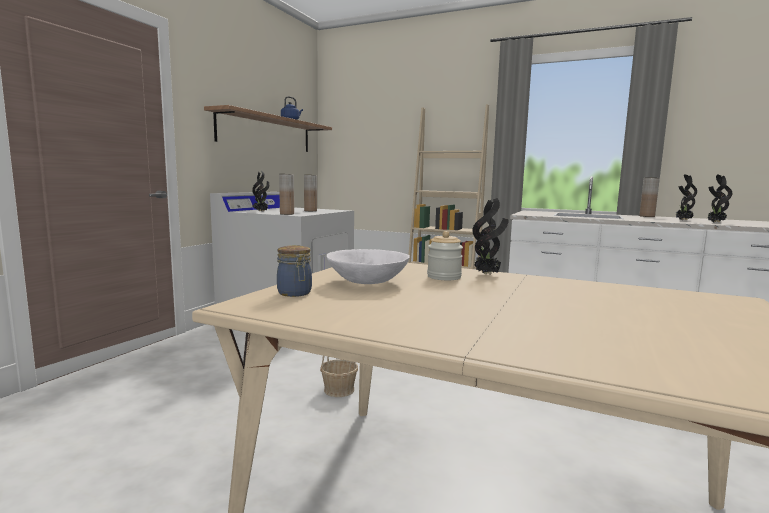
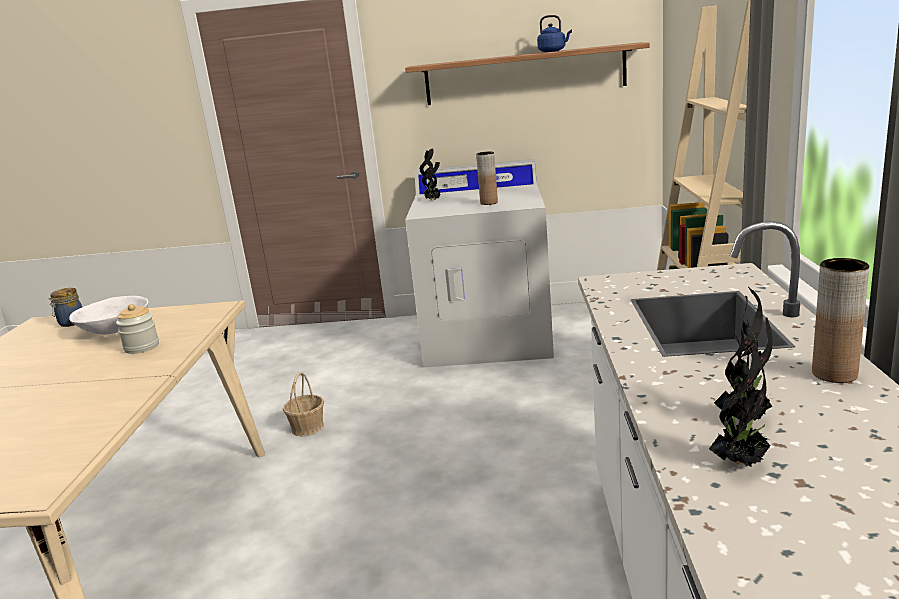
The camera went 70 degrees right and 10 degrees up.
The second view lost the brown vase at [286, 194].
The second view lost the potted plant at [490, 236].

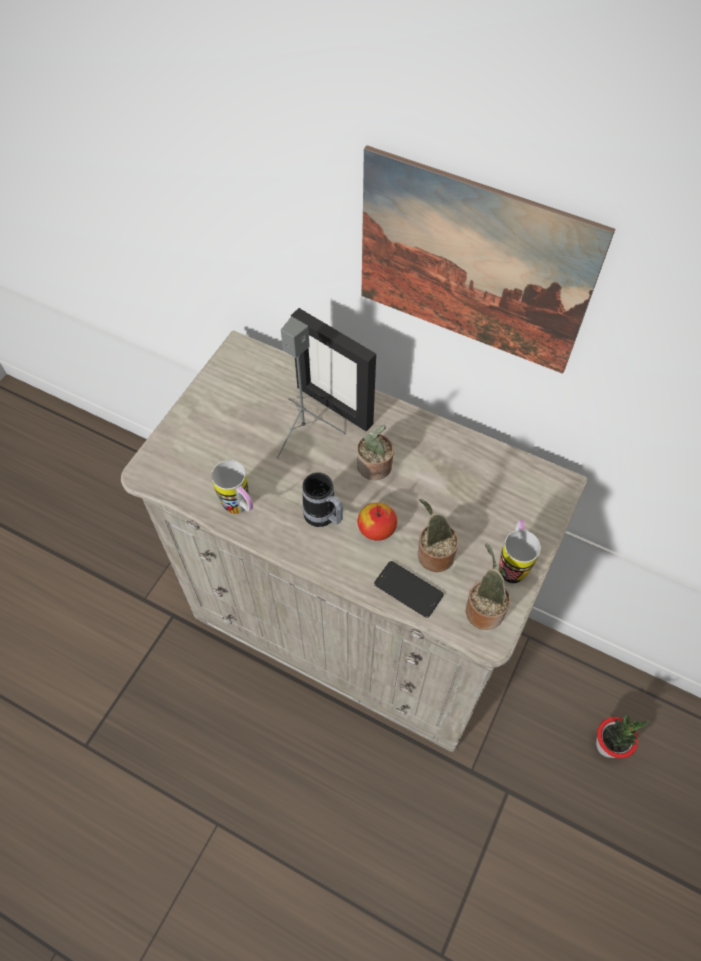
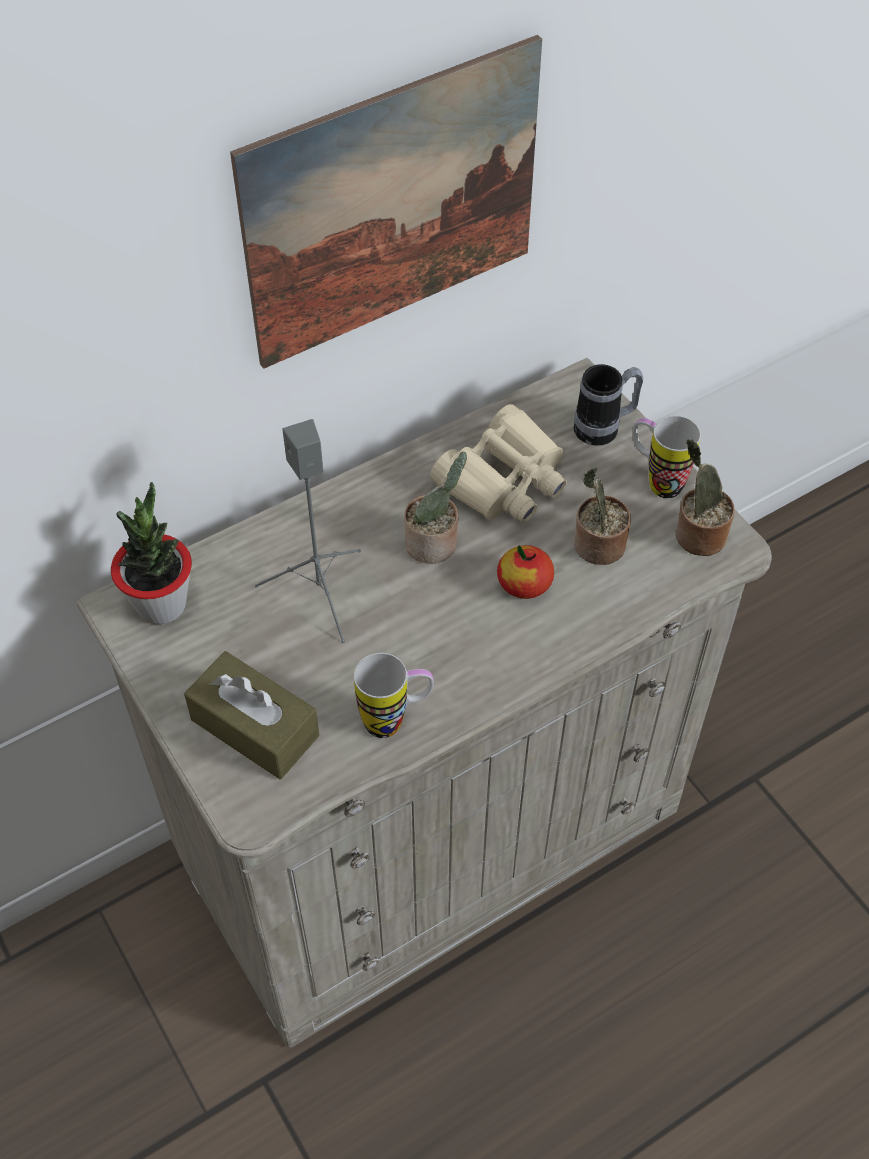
The camera went 60 degrees left and 5 degrees down.
The second view lost the picture frame at [333, 370].
The mug ended up elsewhere, having gone from [322, 500] to [608, 405].
The second view lost the phone at [409, 589].
The potted plant ended up elsewhere, having gone from [622, 735] to [151, 553].
The second view gained the brown tissue box at [252, 715].
The second view gained the beige binoculars at [498, 463].

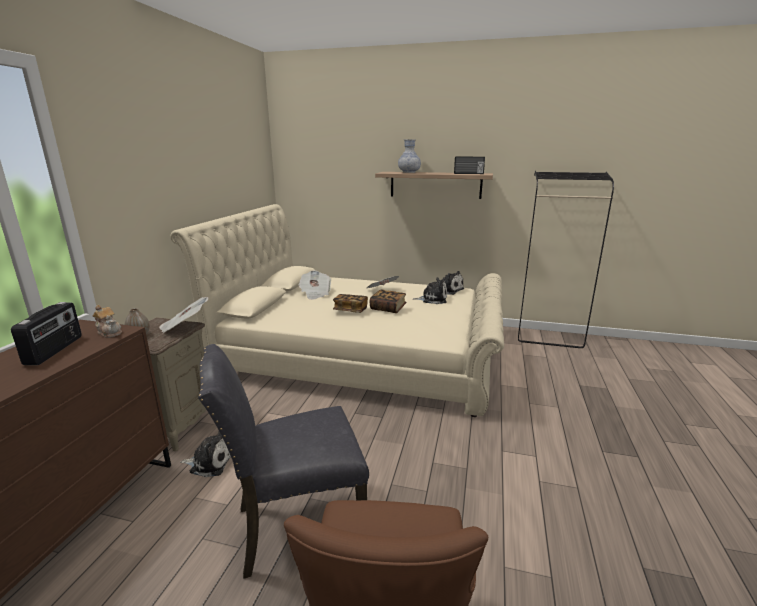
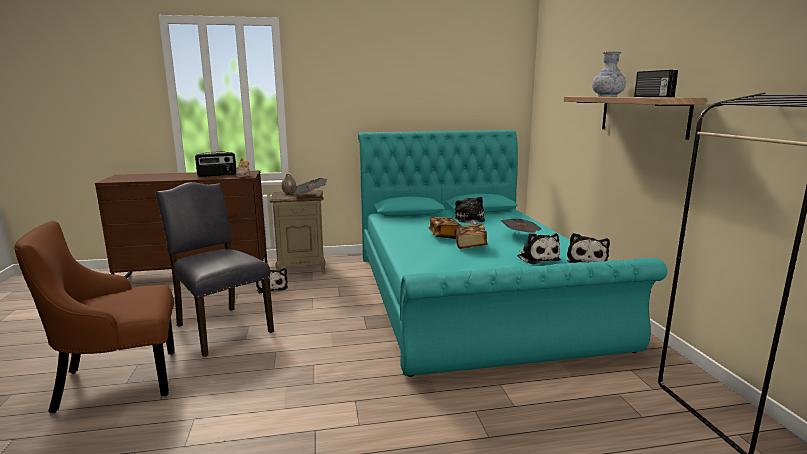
The camera went 65 degrees right and 5 degrees down.
What was the beige bed at [337, 310] turned into the turquoise bed at [513, 253].
Where the newspaper stood at [314, 285], the plush toy came to stand at [470, 211].

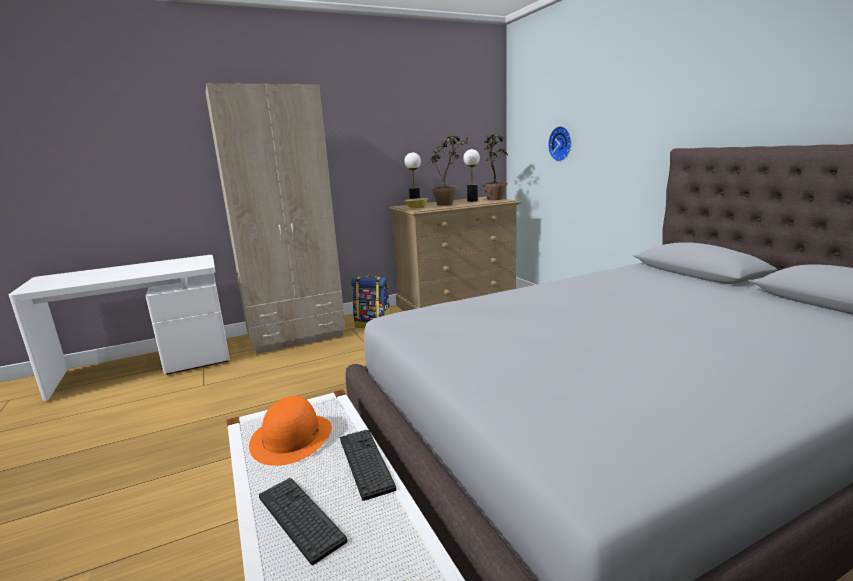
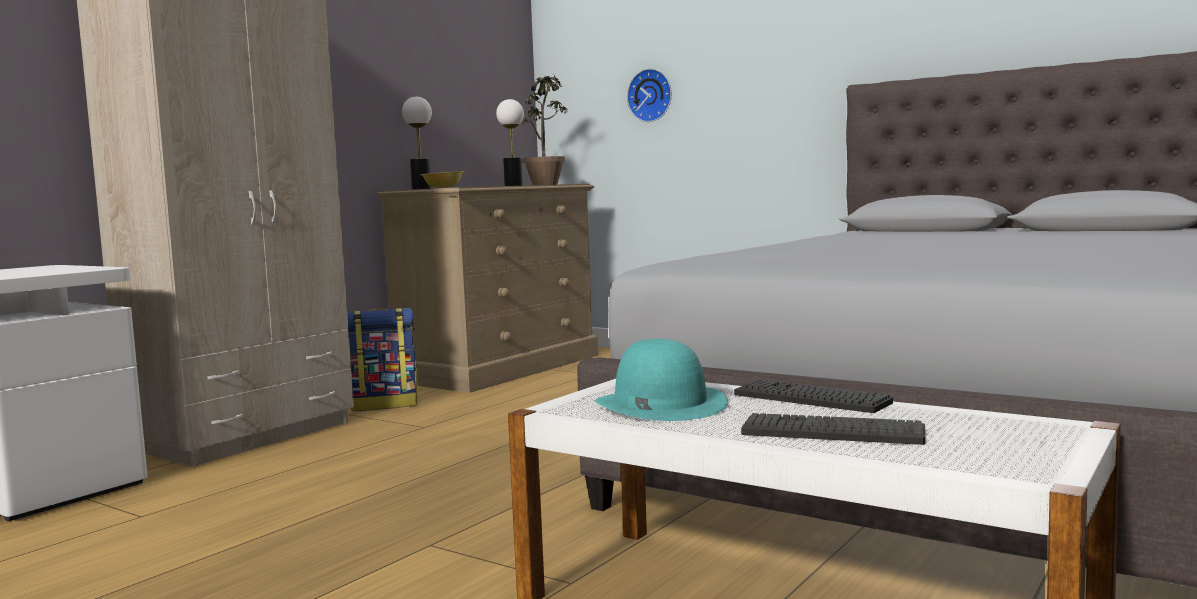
The camera went 30 degrees left and 10 degrees down.
What was the orange hat at [290, 431] turned into the turquoise hat at [661, 380].
The second view lost the potted plant at [447, 170].

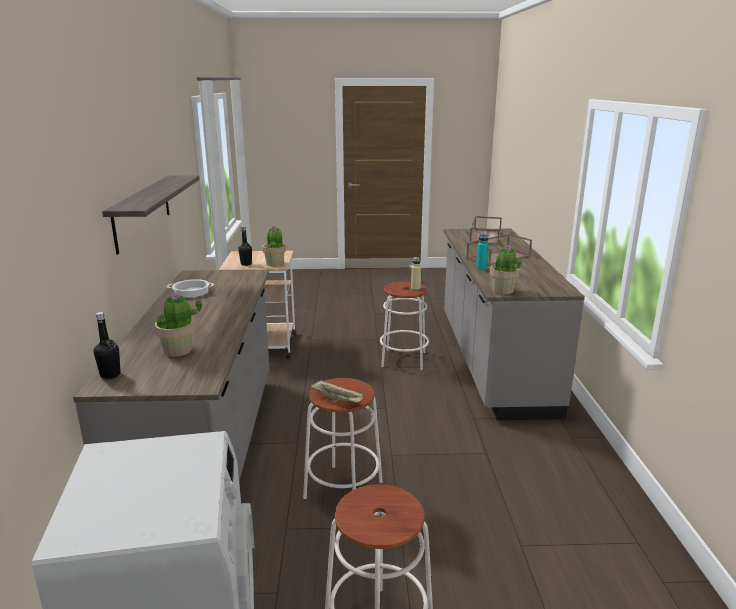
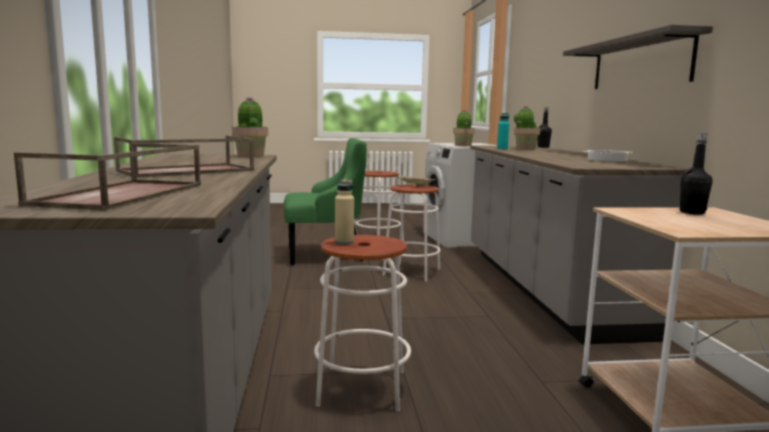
The camera went 175 degrees right and 10 degrees down.
The potted plant ended up elsewhere, having gone from [274, 246] to [464, 128].
The turquoise bottle ended up elsewhere, having gone from [482, 252] to [503, 131].
The second view gained the green chair at [325, 201].

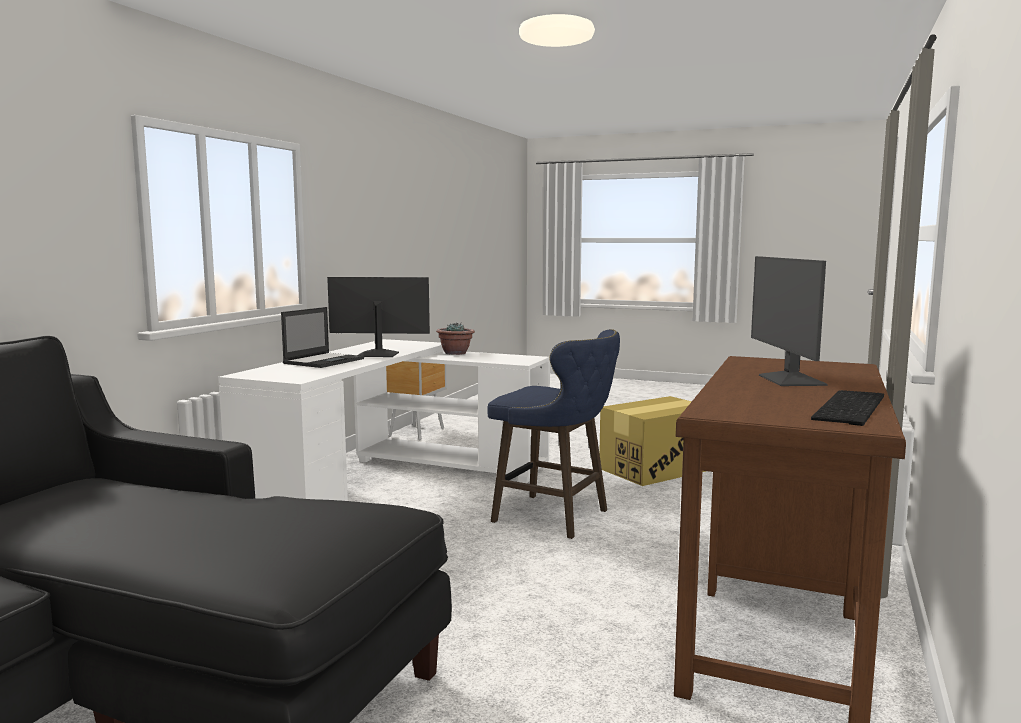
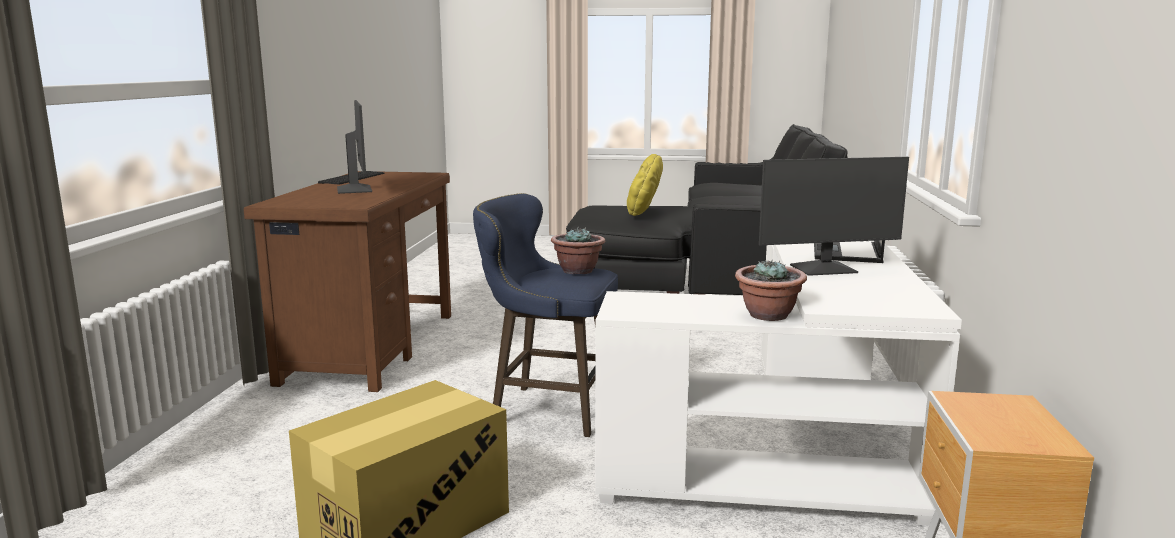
The camera went 165 degrees right and 5 degrees up.
The second view gained the potted plant at [578, 251].
The second view gained the yellow pillow at [645, 185].

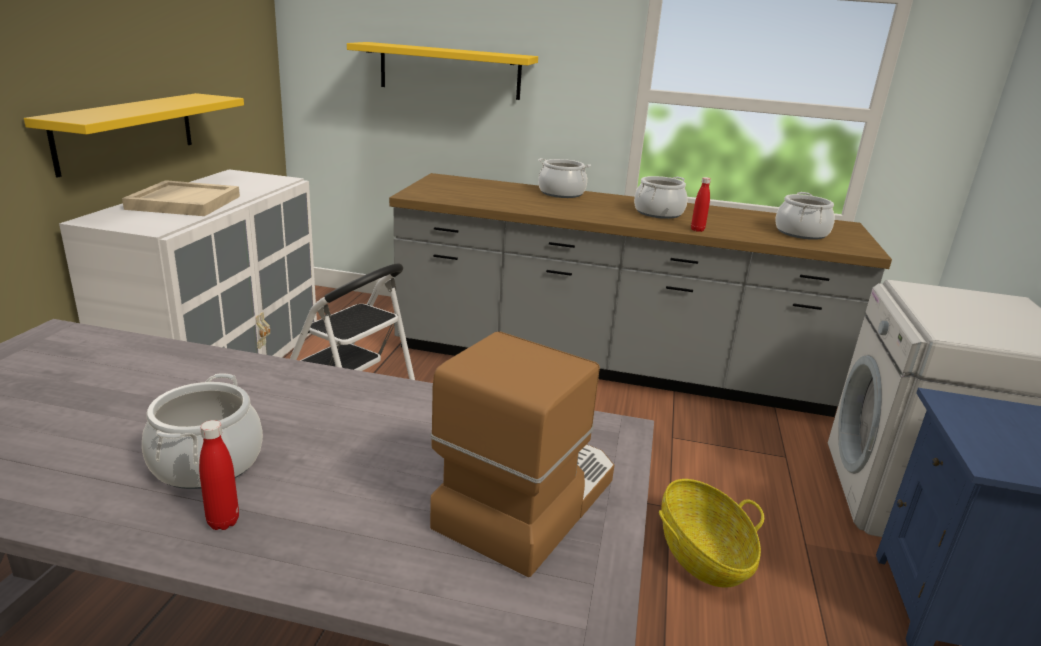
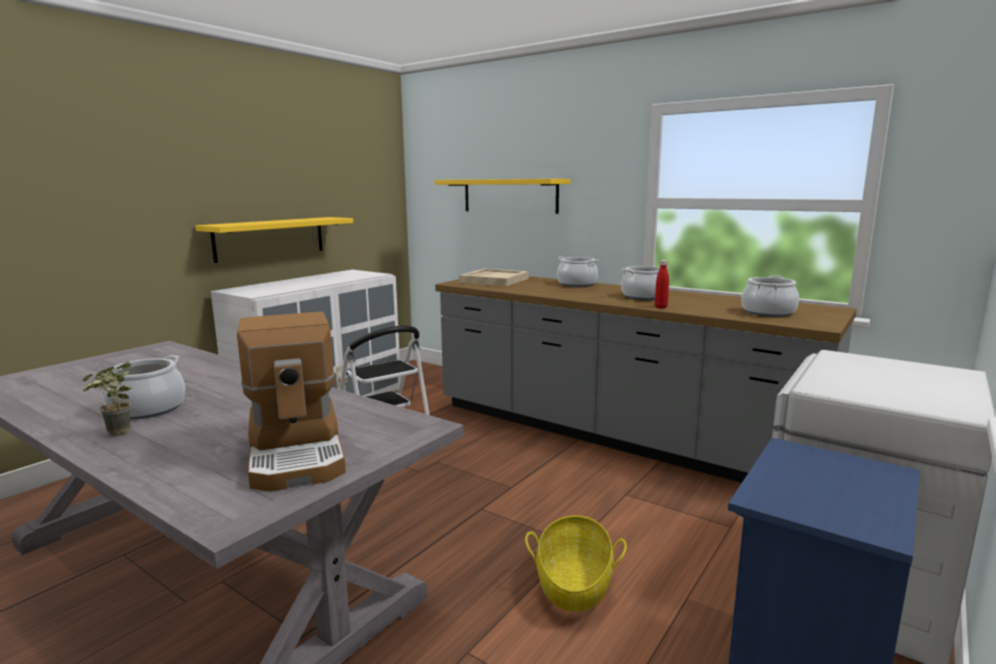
The camera went 25 degrees right and 10 degrees down.
The beige tray ended up elsewhere, having gone from [181, 198] to [494, 277].
Where the red bottle stood at [219, 475], the potted plant came to stand at [107, 399].
The coffee machine at [522, 454] ended up facing another way, 105 degrees clockwise from before.

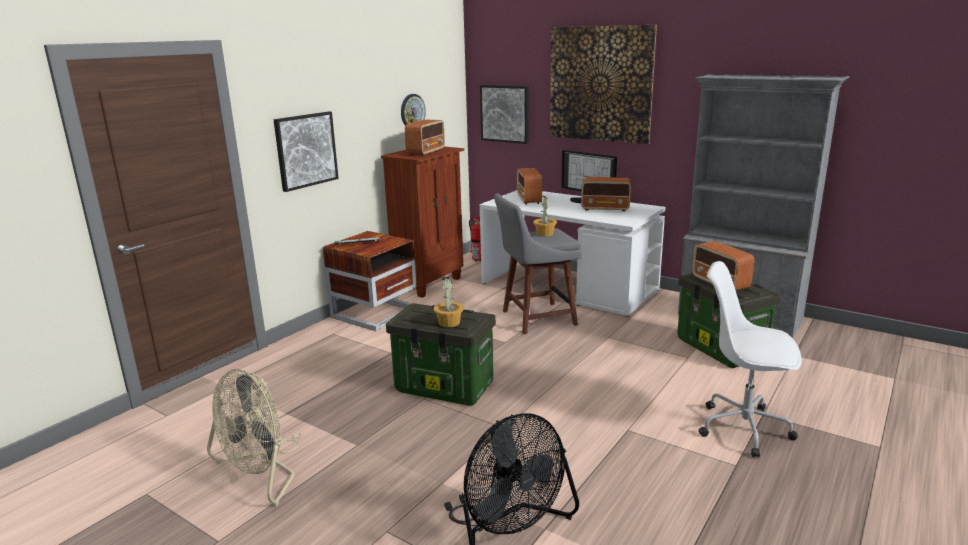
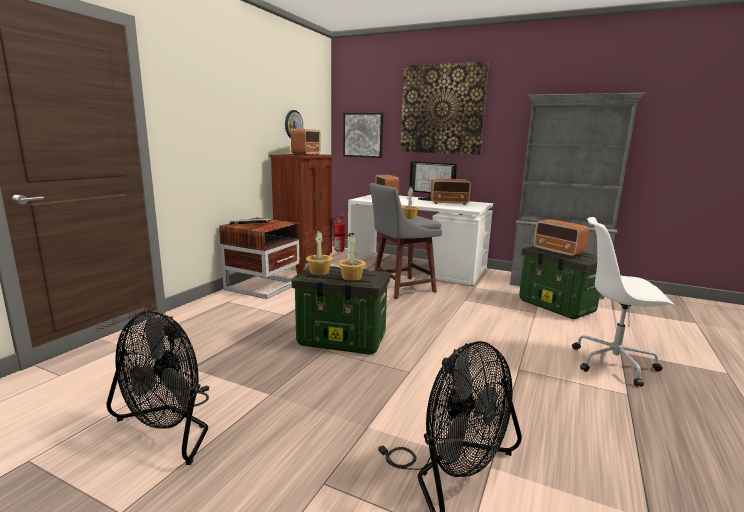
The camera went 10 degrees left and 5 degrees down.
What was the beige fan at [254, 438] turned into the black fan at [158, 388].
The second view lost the picture at [306, 152].
The second view gained the potted plant at [319, 252].

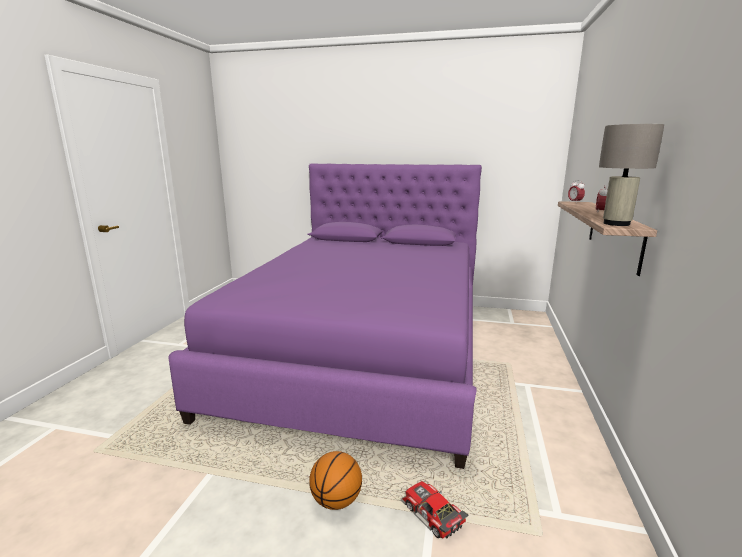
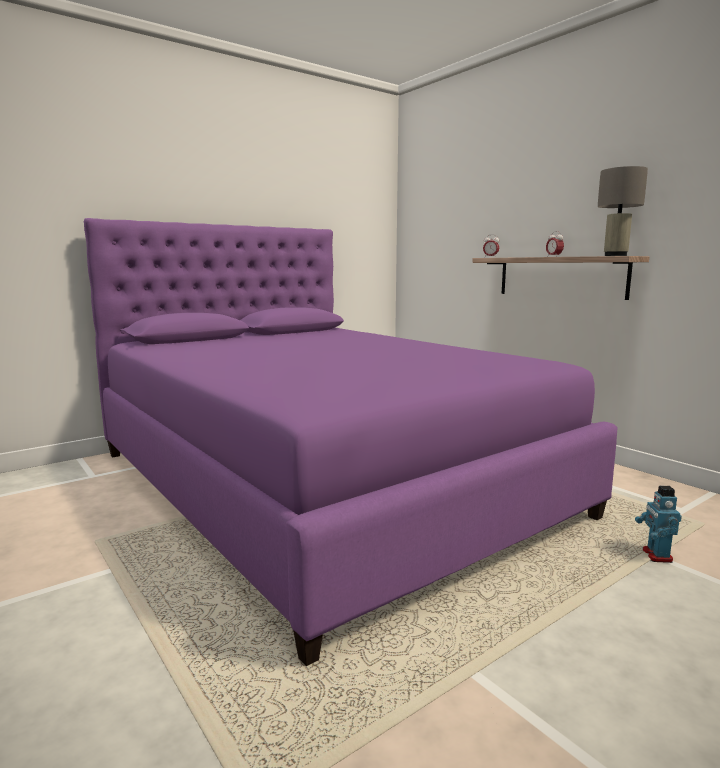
The camera went 50 degrees left and 5 degrees down.
The second view lost the basketball at [335, 480].
Where the toy car stood at [434, 510], the toy robot came to stand at [658, 524].

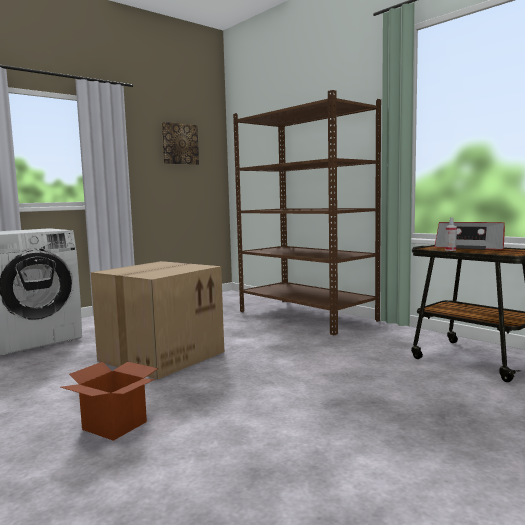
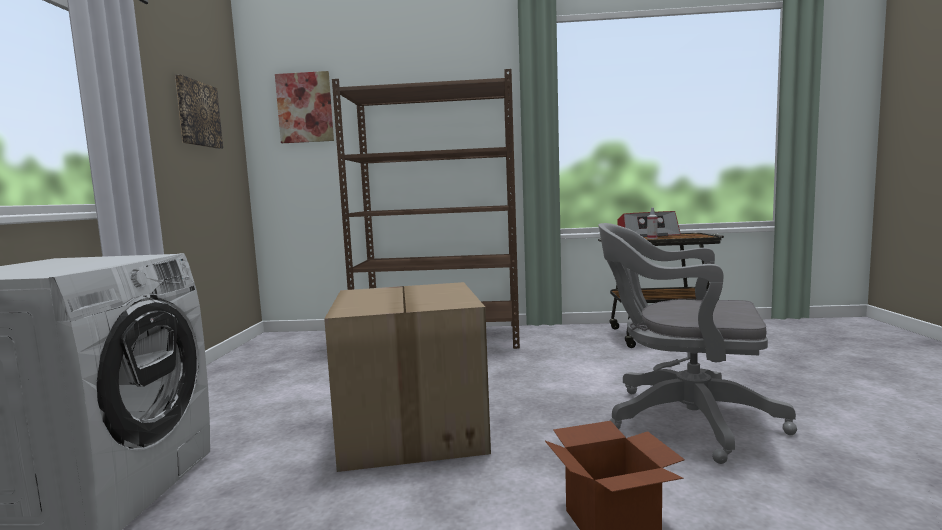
The camera went 45 degrees left and 0 degrees up.
The second view gained the picture at [304, 107].
The second view gained the grey office chair at [697, 343].

